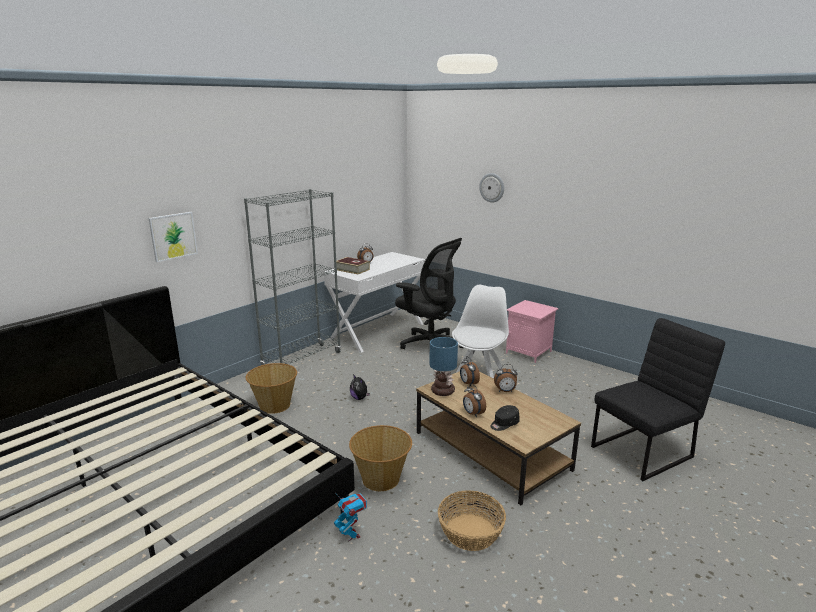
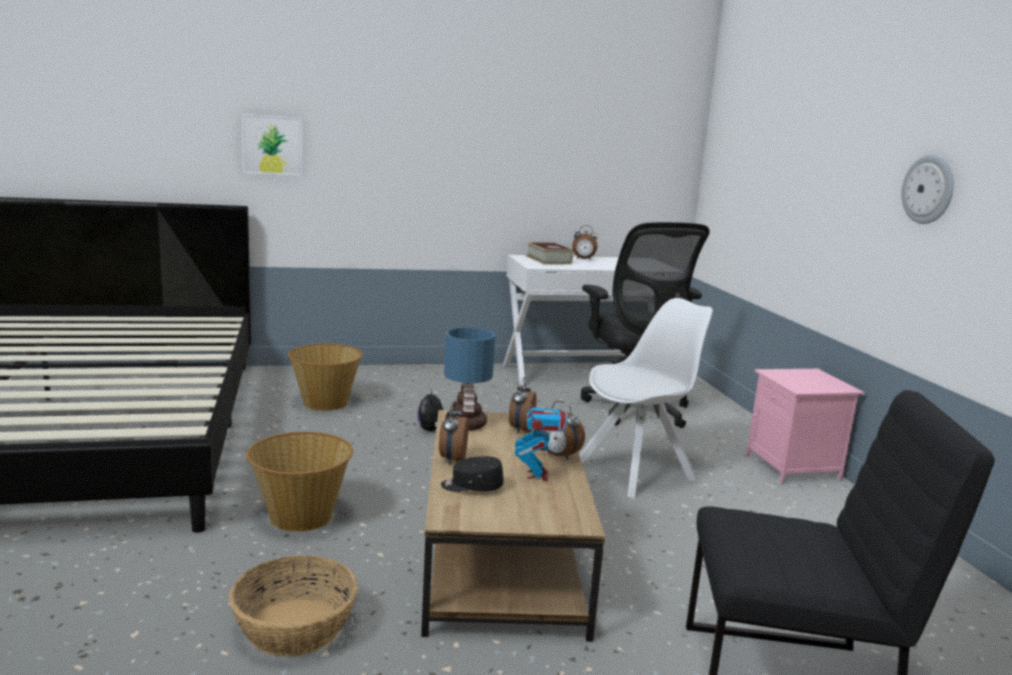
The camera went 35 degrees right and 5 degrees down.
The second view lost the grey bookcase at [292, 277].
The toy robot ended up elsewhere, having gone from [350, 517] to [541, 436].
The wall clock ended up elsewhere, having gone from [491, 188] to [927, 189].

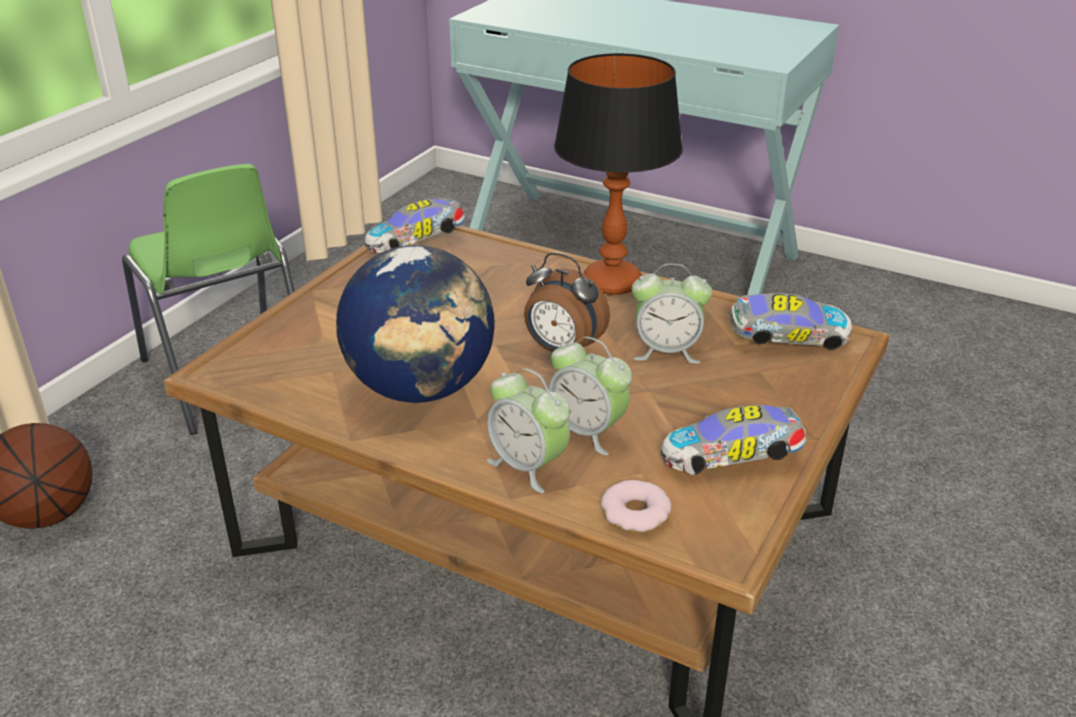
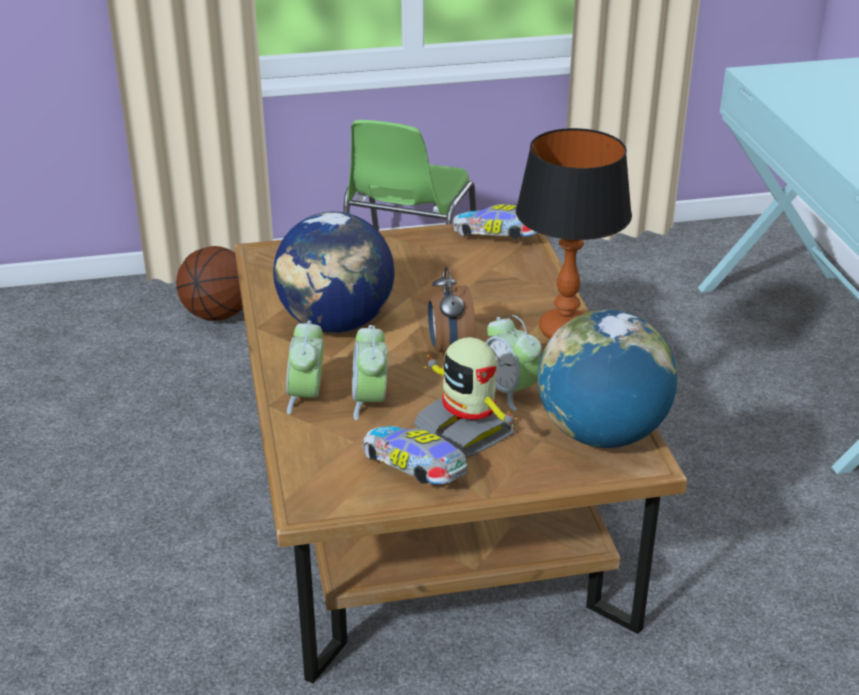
The camera went 50 degrees right and 0 degrees up.
The second view lost the donut at [636, 506].
Where the toy car stood at [790, 321], the globe came to stand at [607, 379].
The second view gained the toy robot at [466, 397].

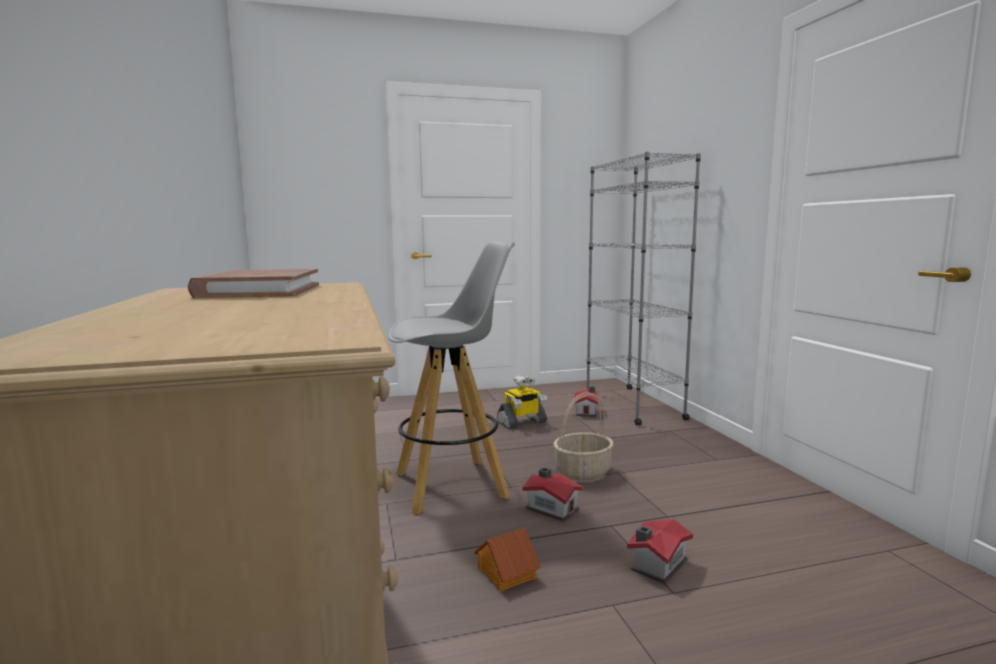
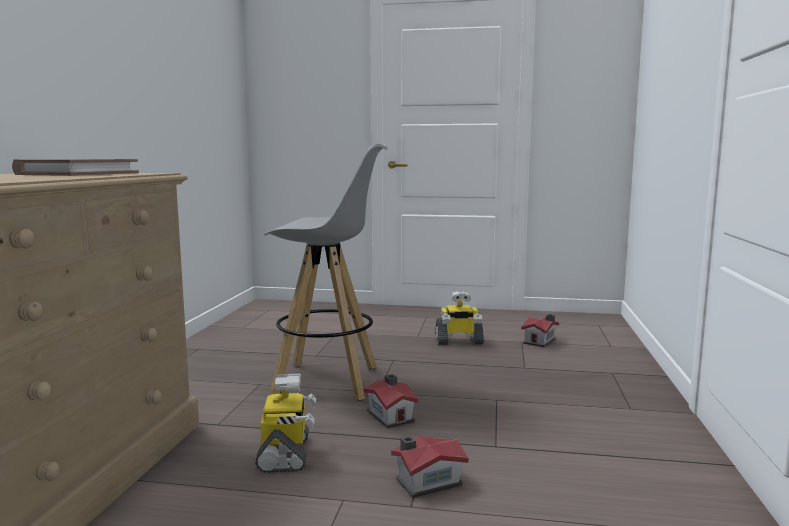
The camera went 25 degrees right and 0 degrees up.
Where the toy house stood at [507, 559], the toy robot came to stand at [285, 423].
The second view lost the basket at [583, 436].
The second view lost the grey bookcase at [644, 288].

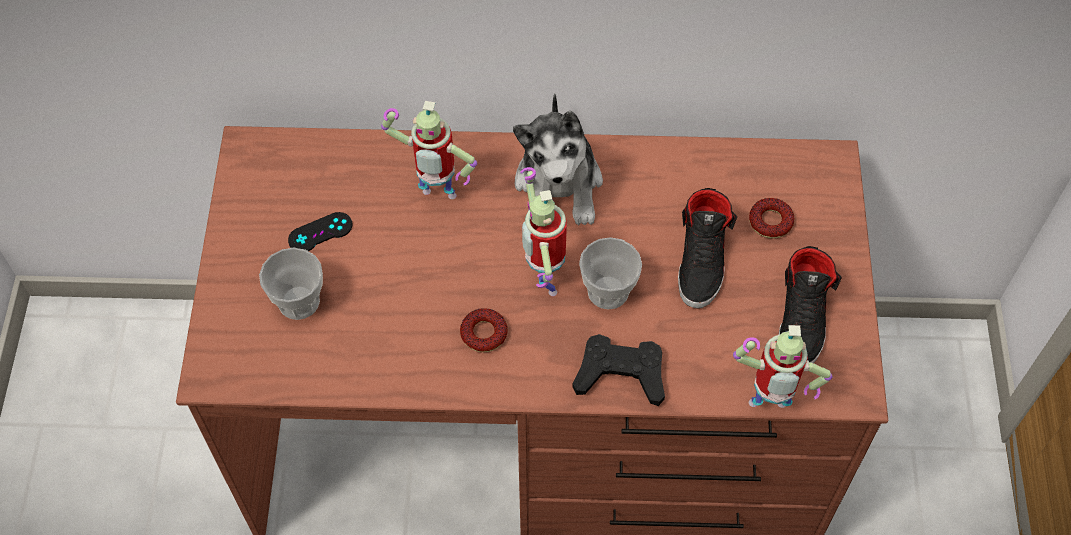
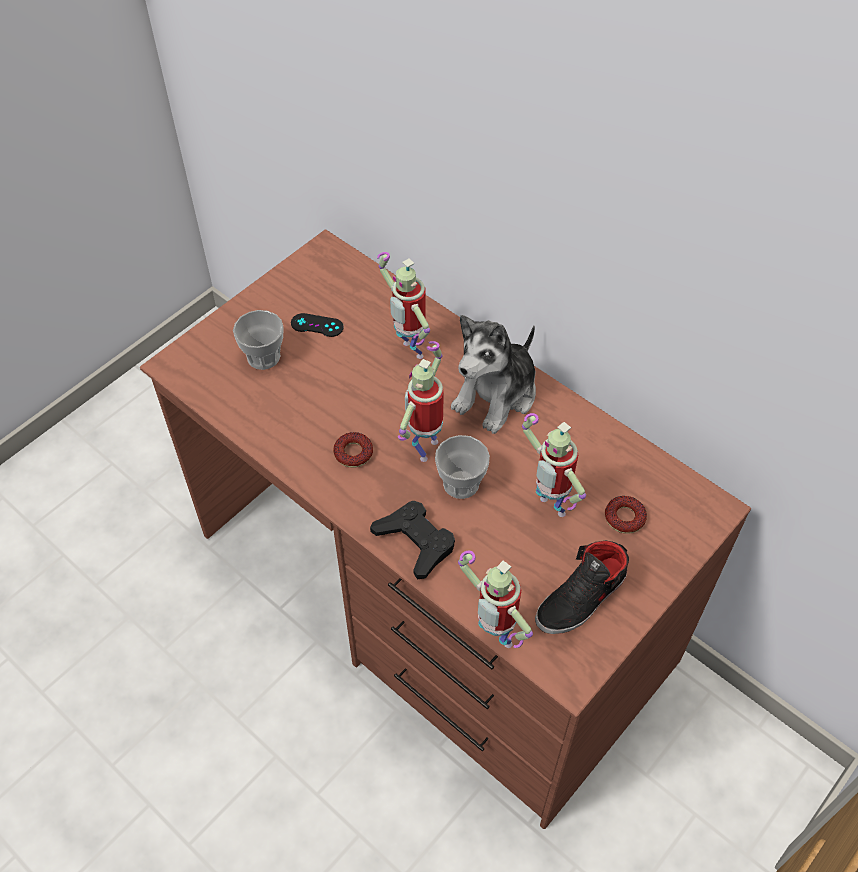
The camera went 40 degrees right and 5 degrees down.
Where the black shoe stood at [707, 248], the toy robot came to stand at [554, 465].

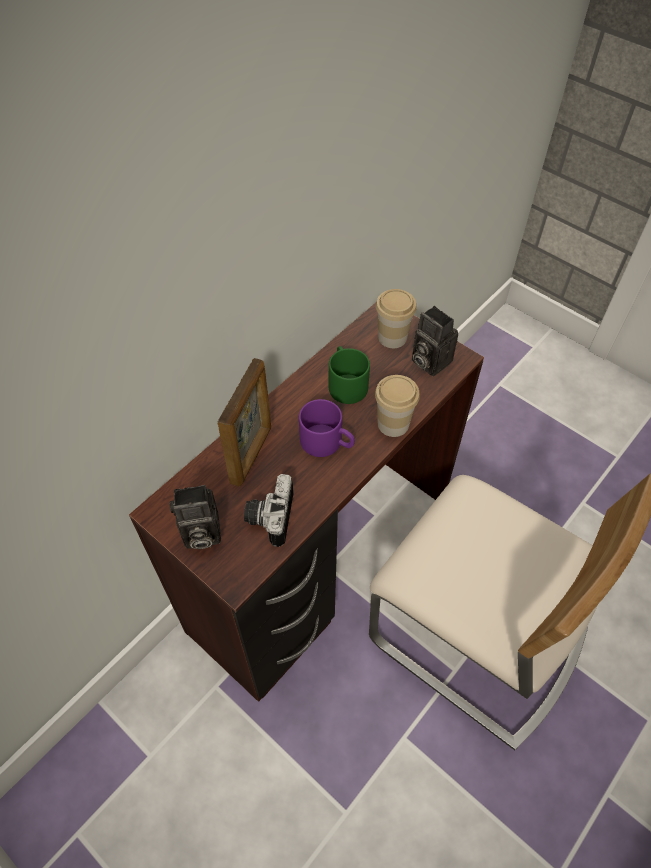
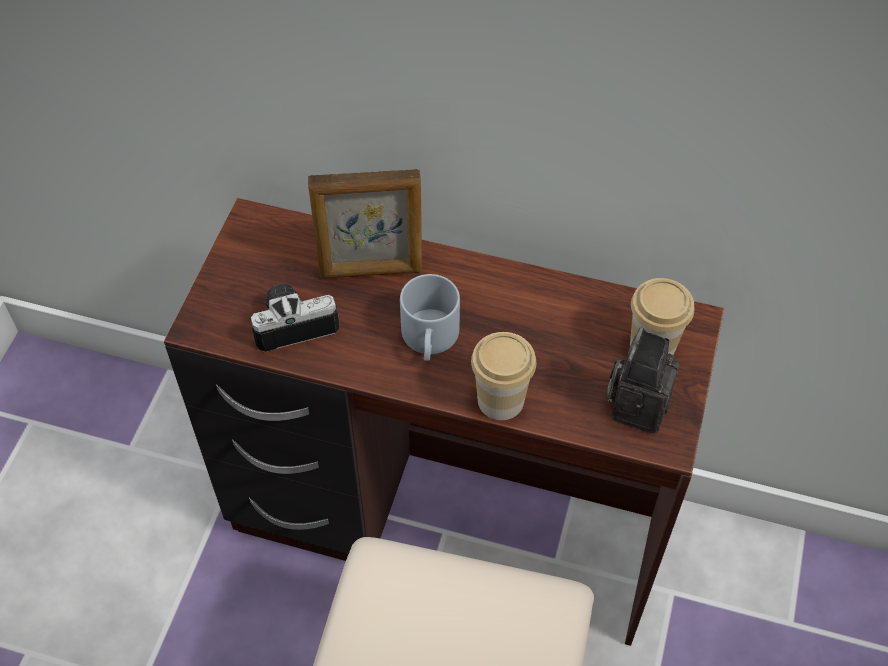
The camera went 65 degrees right and 0 degrees up.
The second view lost the photo camera at [195, 517].
What was the purple mug at [327, 428] turned into the grey mug at [430, 317].
The second view lost the green mug at [349, 375].

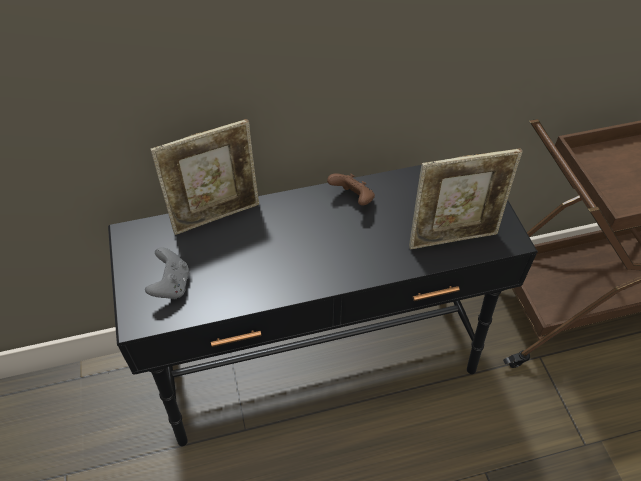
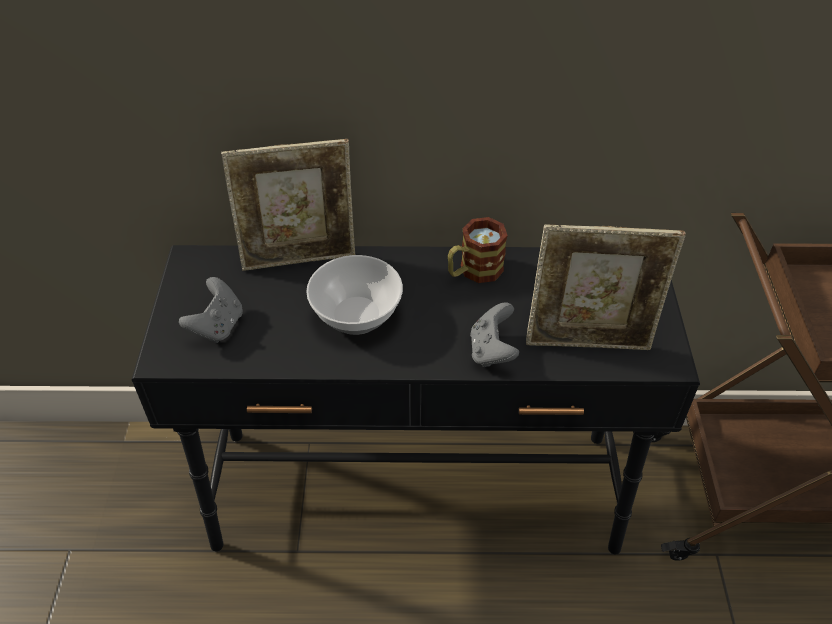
The camera went 15 degrees right and 5 degrees down.
Where the brown game controller stood at [351, 189], the mug came to stand at [478, 250].
The second view gained the bowl at [354, 295].
The second view gained the grey game controller at [494, 334].

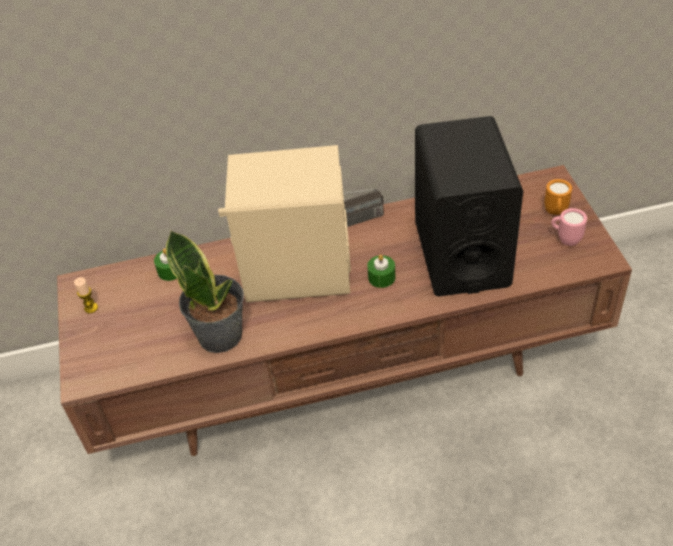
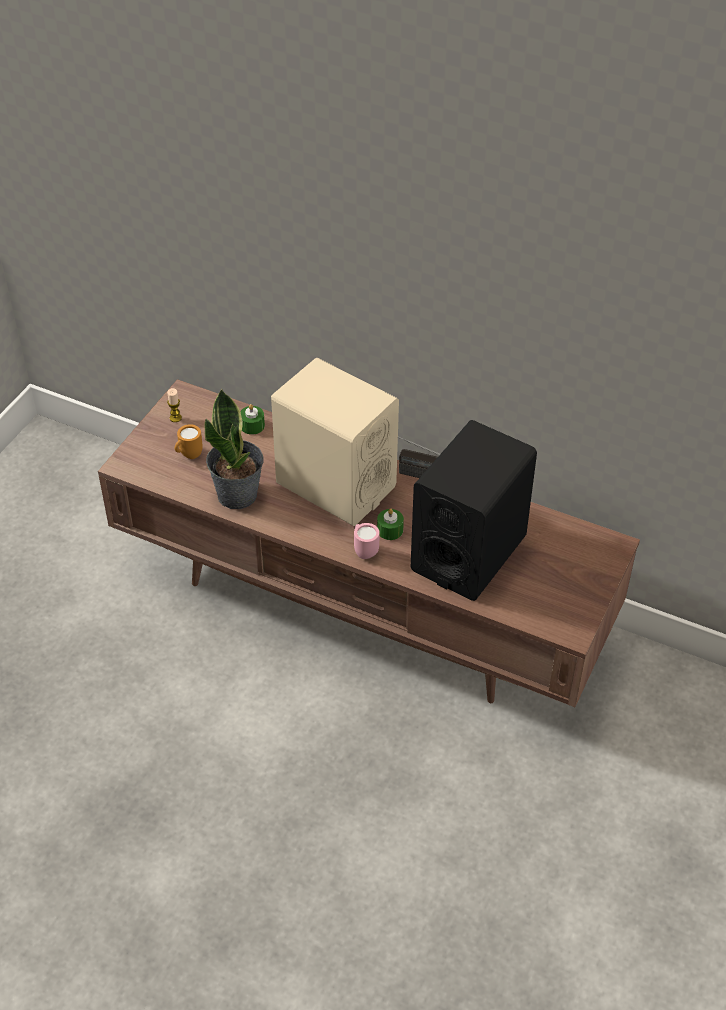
The camera went 35 degrees right and 0 degrees up.
The orange mug ended up elsewhere, having gone from [558, 197] to [189, 441].
The pink mug ended up elsewhere, having gone from [569, 227] to [367, 541].

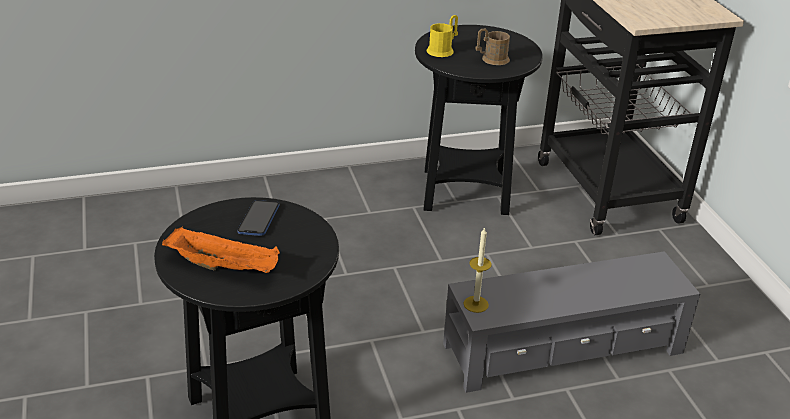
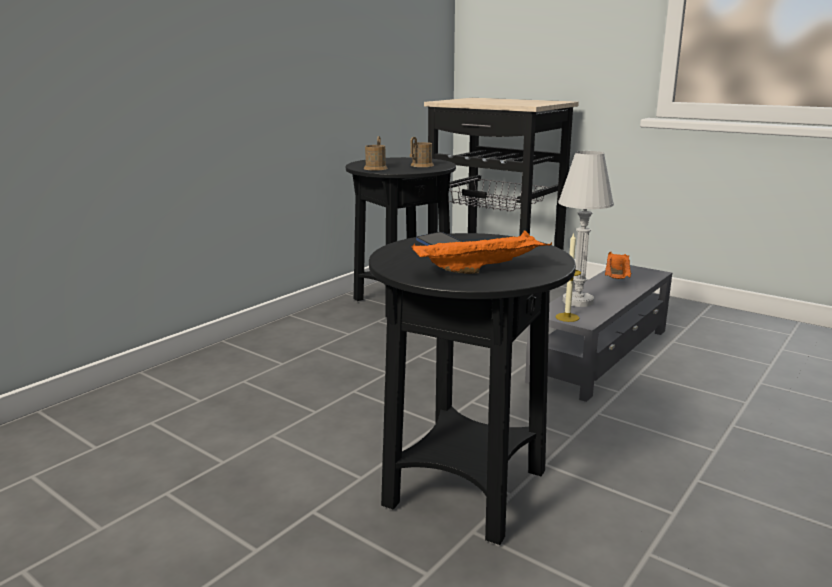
The camera went 35 degrees left and 15 degrees down.
What was the yellow mug at [442, 36] turned into the brown mug at [376, 153].
The second view gained the white table lamp at [586, 229].
The second view gained the orange tray at [618, 265].

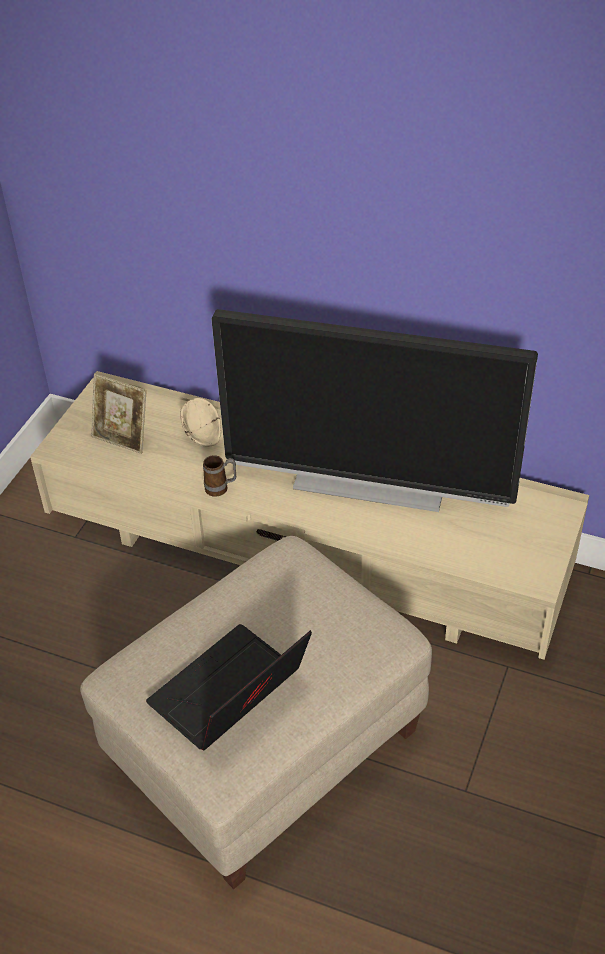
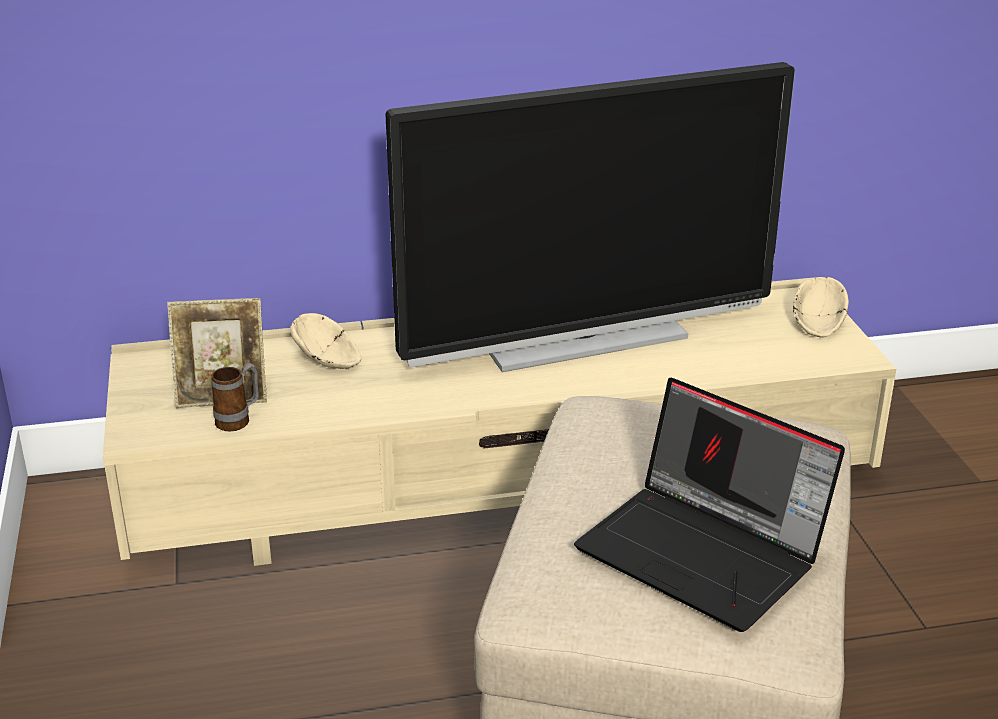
The camera went 35 degrees left and 15 degrees down.
The laptop at [229, 687] ended up facing another way, 60 degrees counterclockwise from before.
The mug ended up elsewhere, having gone from [219, 476] to [235, 397].
The second view gained the beige bowl at [821, 307].

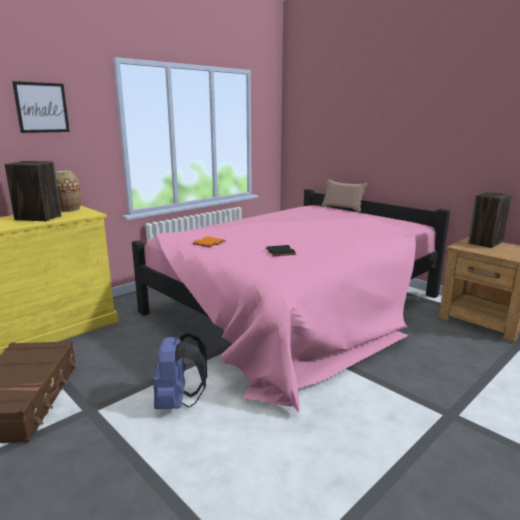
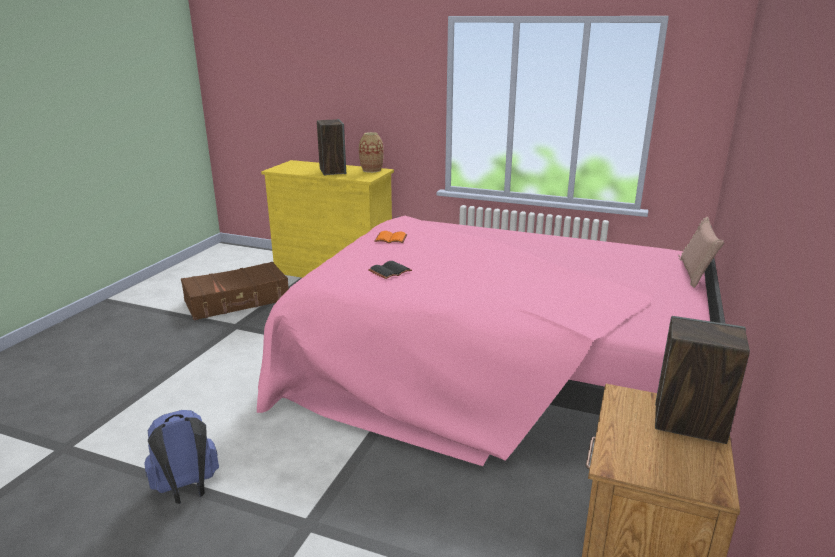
The camera went 65 degrees right and 5 degrees up.
The second view lost the picture at [41, 107].
The blue backpack ended up elsewhere, having gone from [180, 370] to [181, 457].

